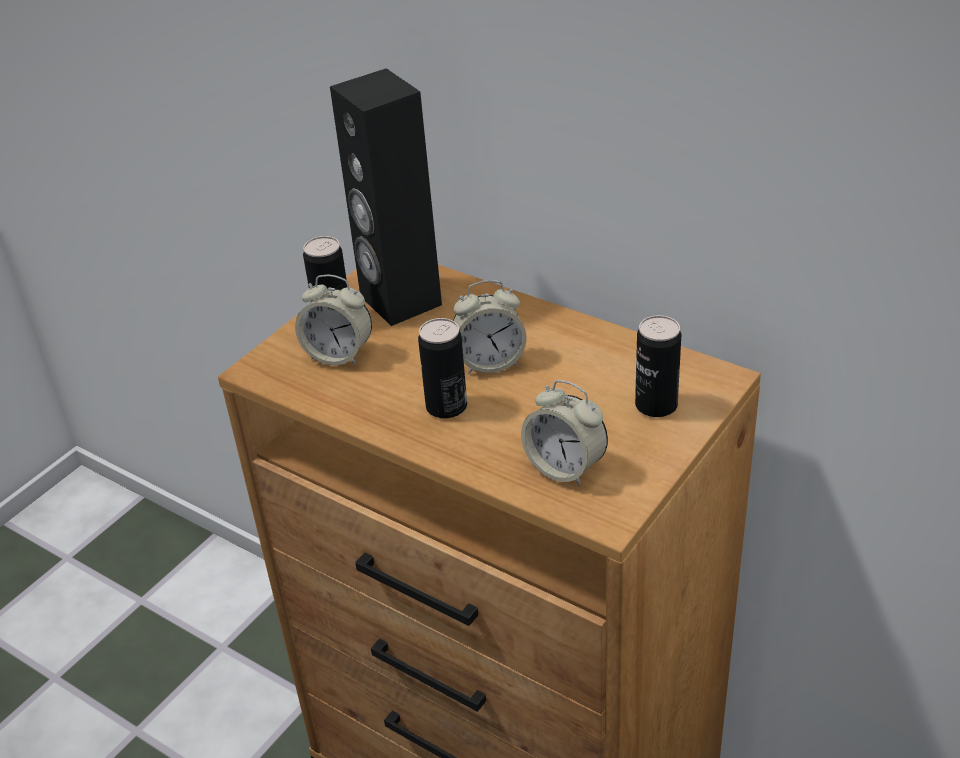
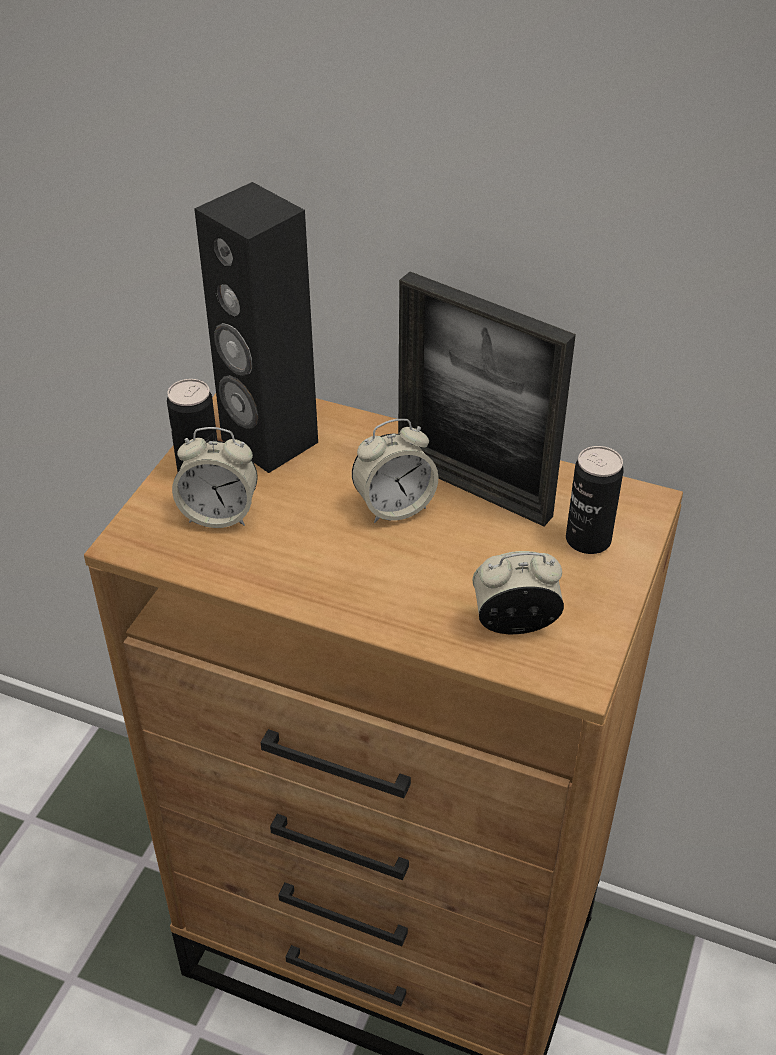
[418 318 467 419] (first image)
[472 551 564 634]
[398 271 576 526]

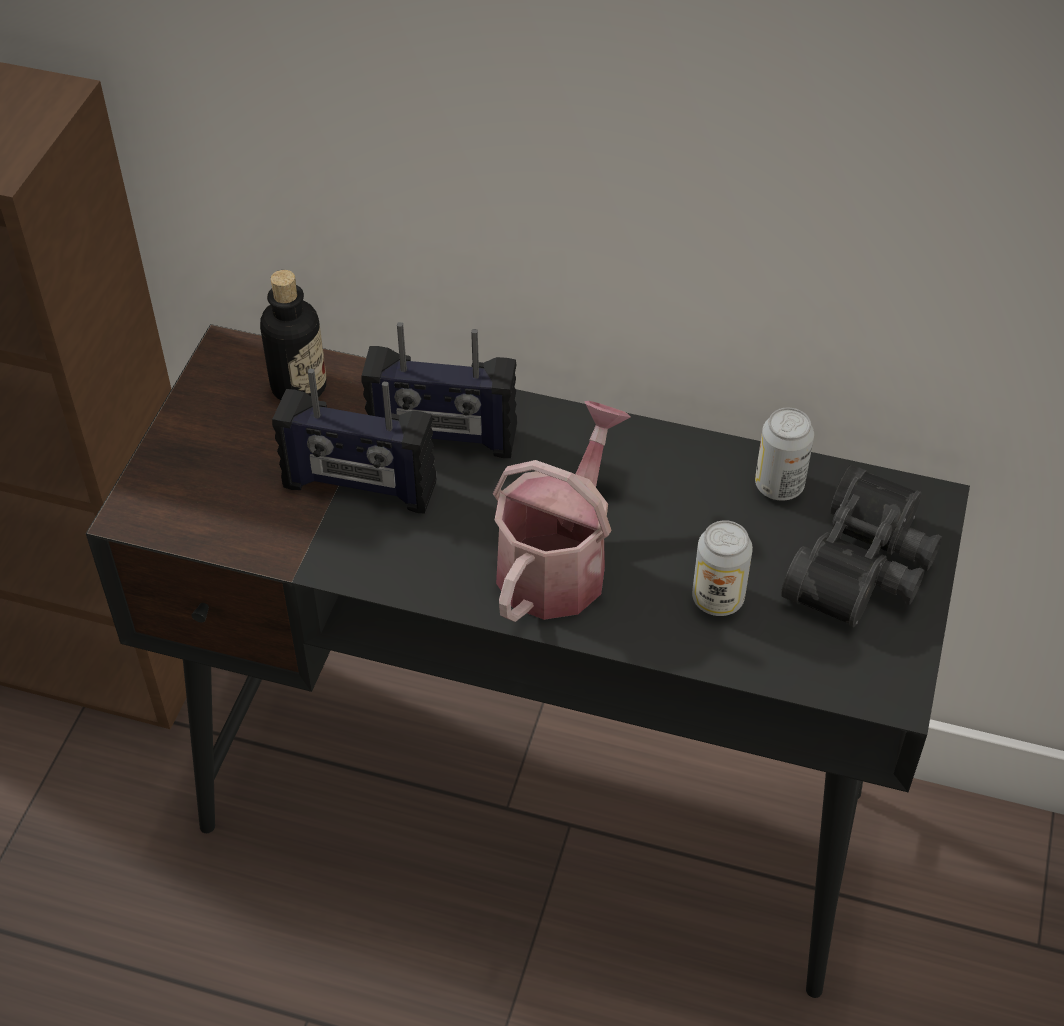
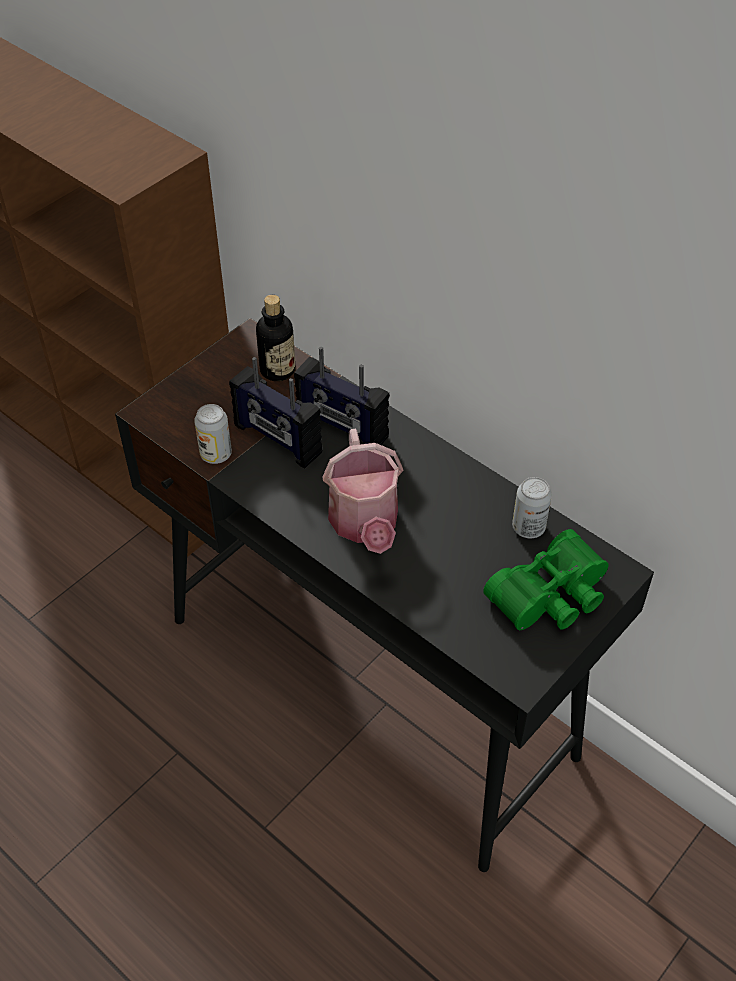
[322 429 404 554]
[194 404 232 464]
[483 529 609 630]

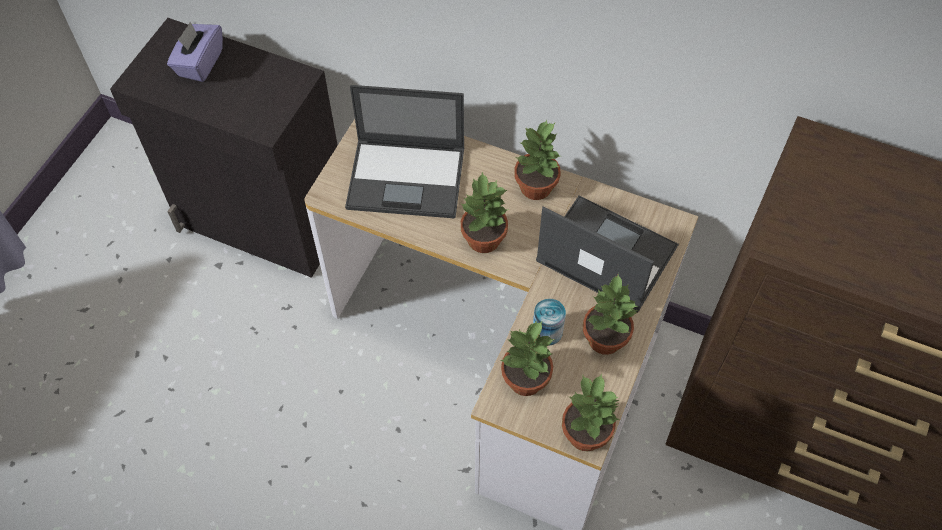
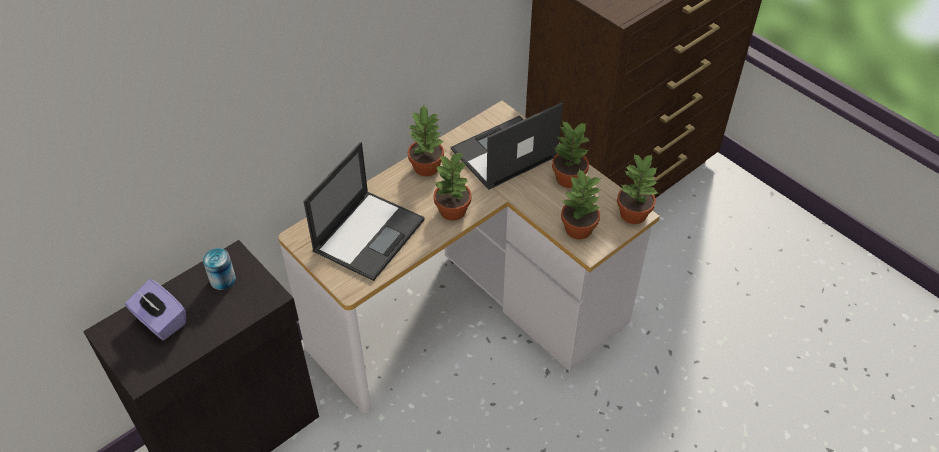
[203 248 236 290]

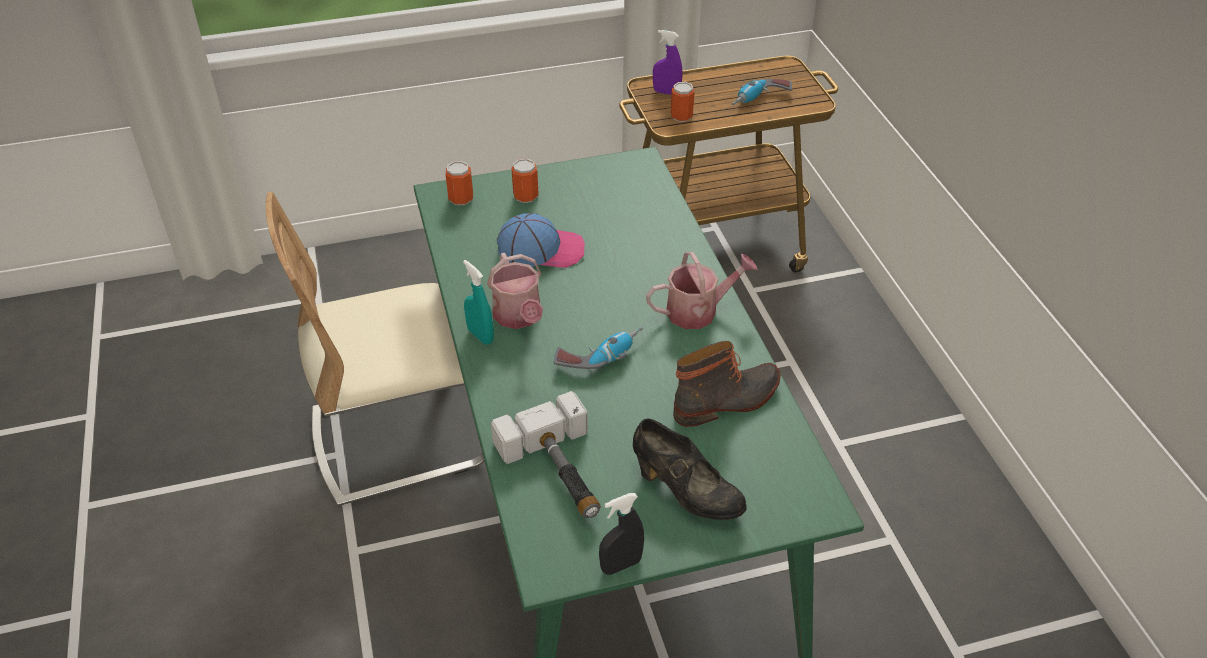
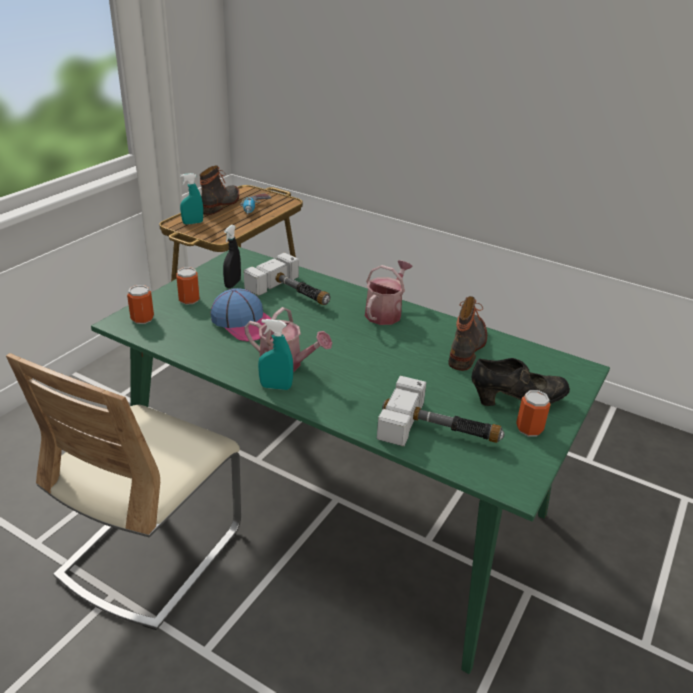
[211 288 272 341]
[554 326 643 369] (first image)
[223 225 241 288]
[180 173 203 224]
[516 390 551 436]
[200 165 239 215]
[244 253 330 305]

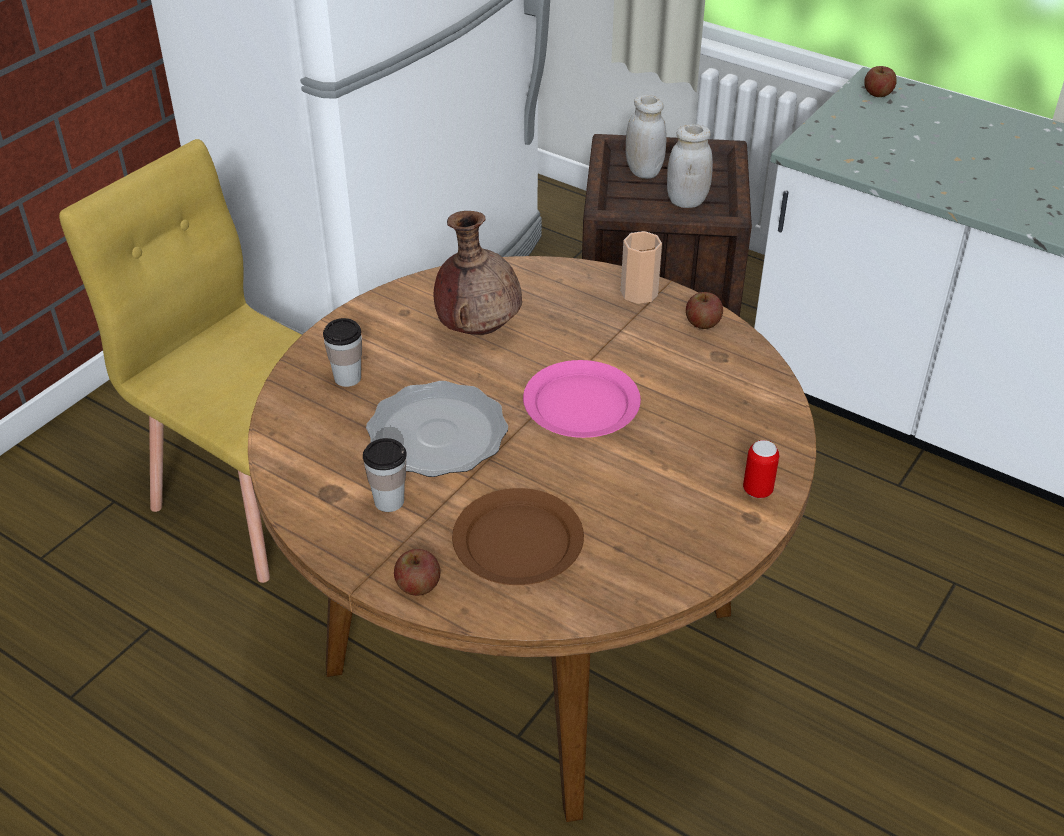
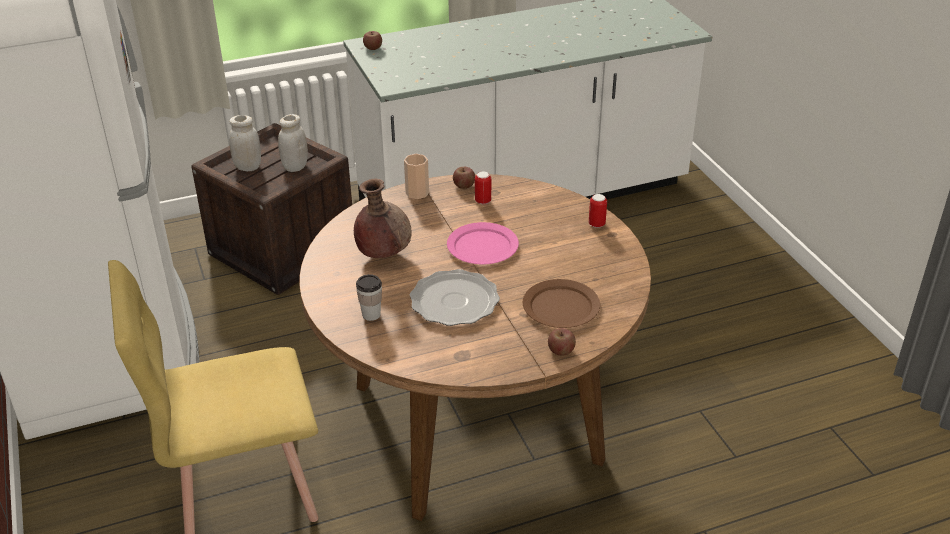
[363 438 407 512] (first image)
[475 171 491 204]

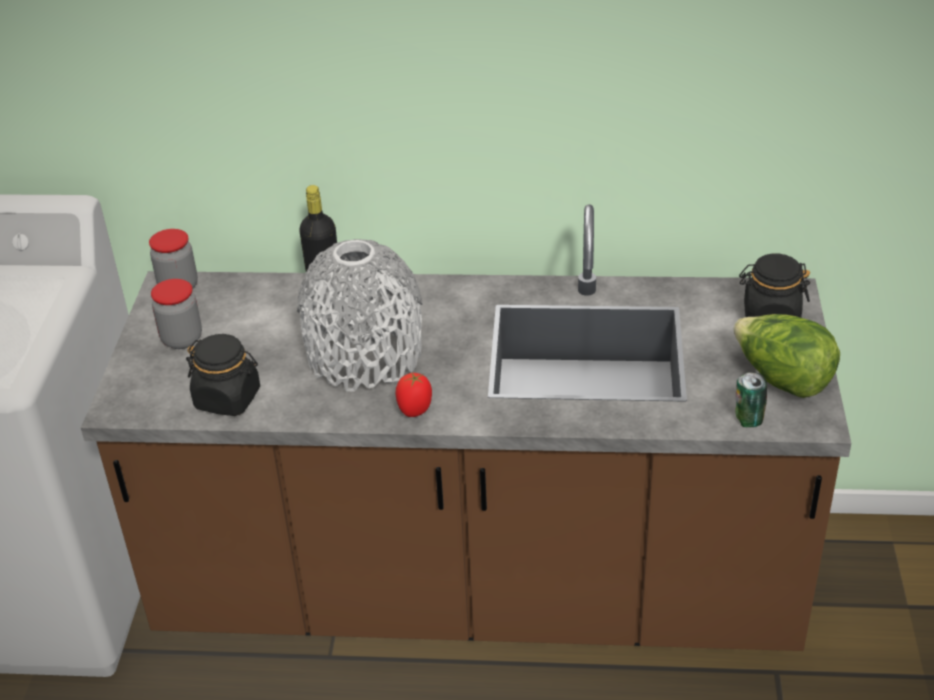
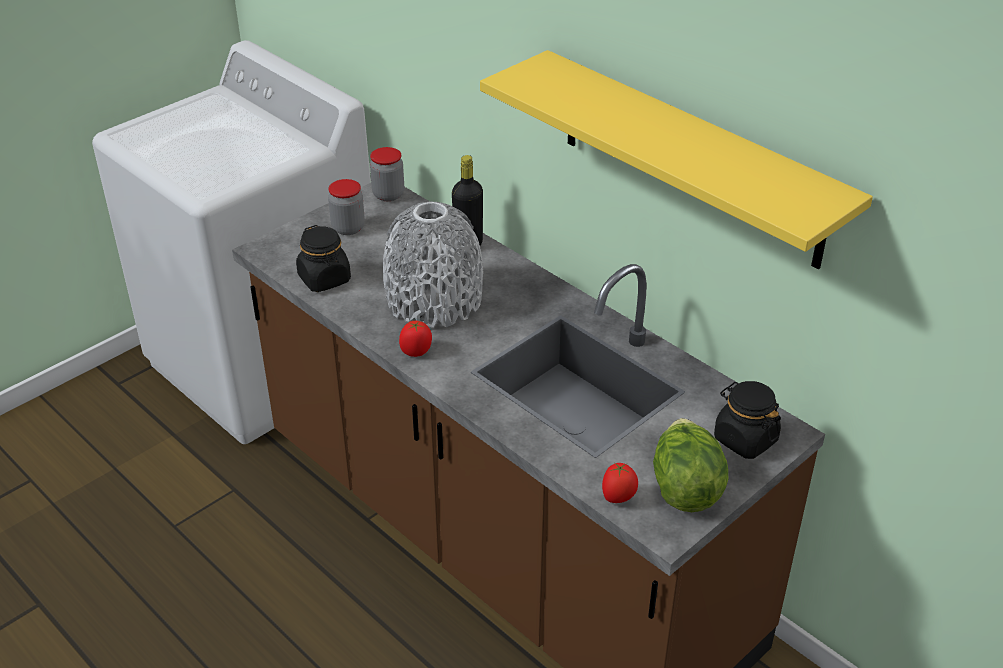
[602 463 638 503]
[480 50 873 269]

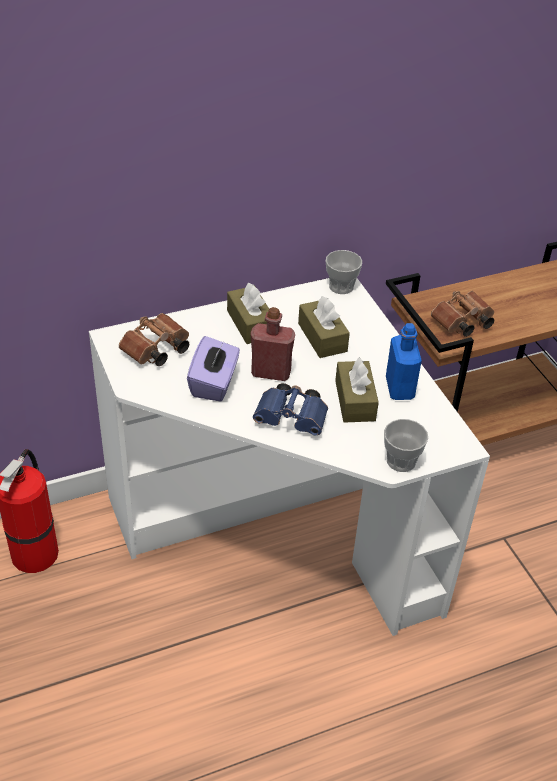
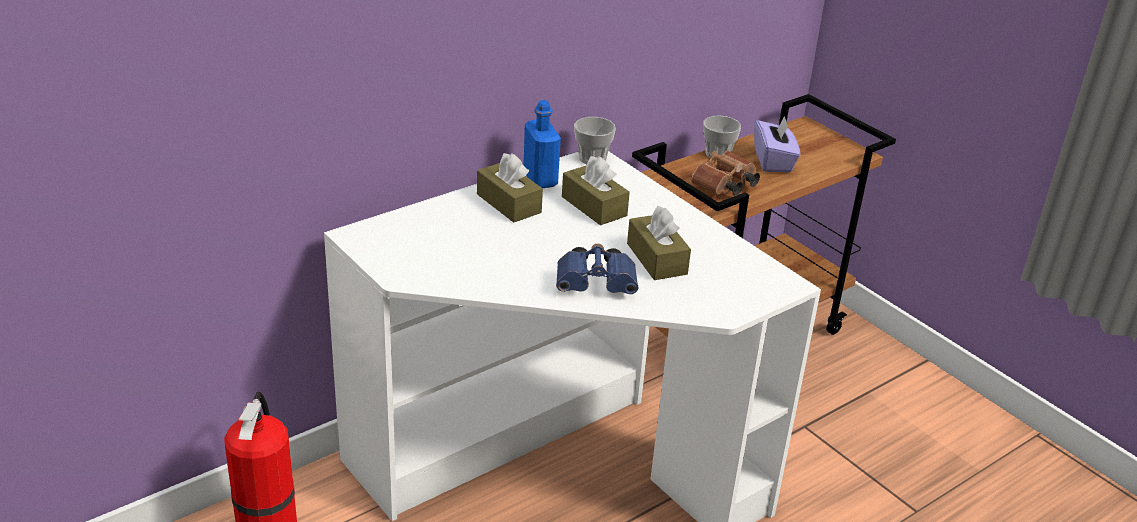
[119 313 189 366] (first image)
[754 116 800 172]
[251 307 295 381] (first image)
[703 116 741 157]
[523 100 561 188]

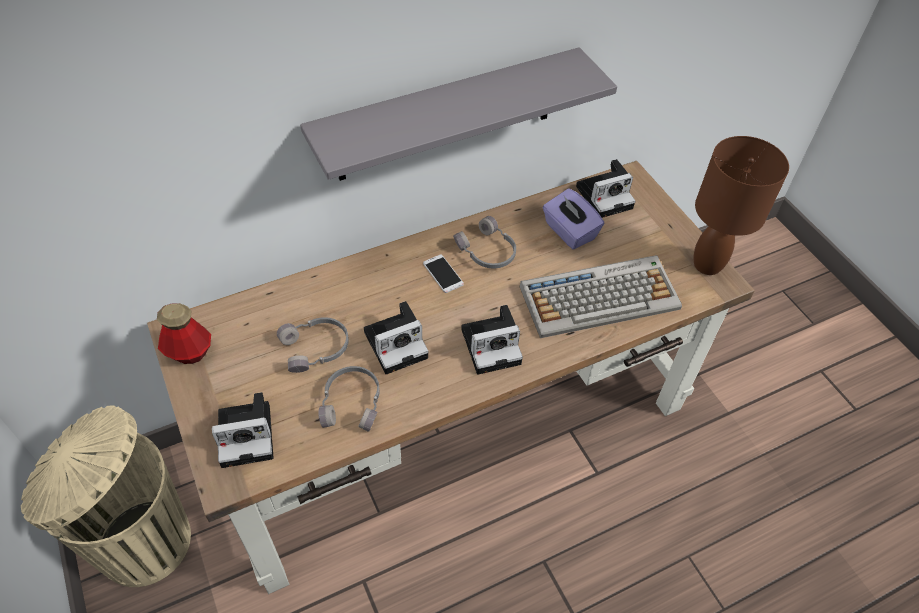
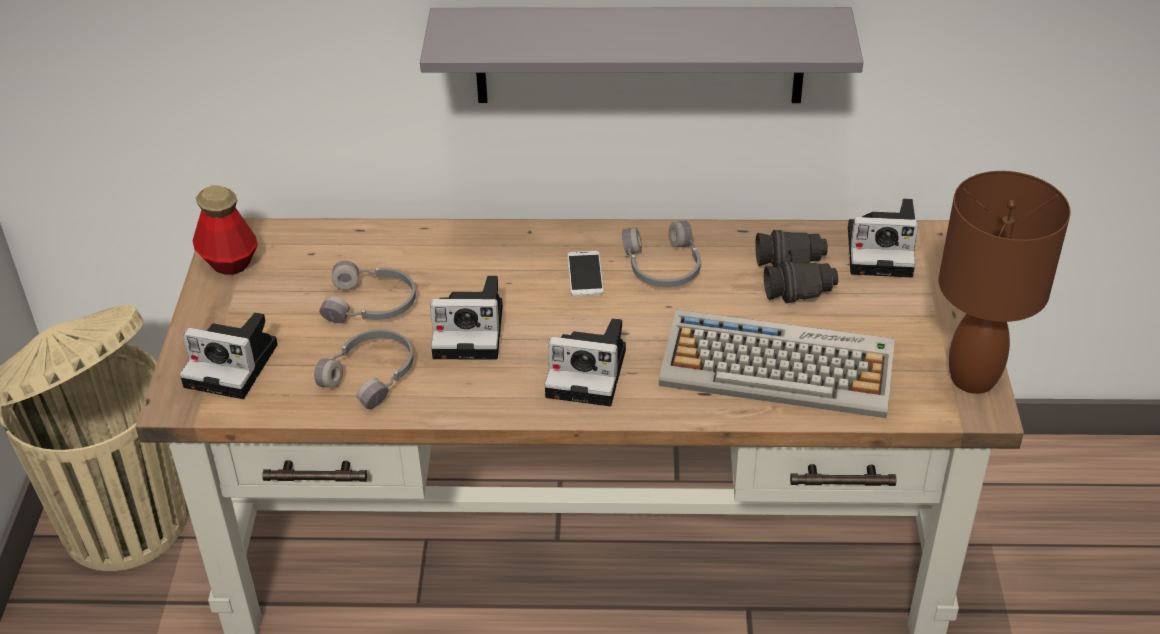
[755 230 838 303]

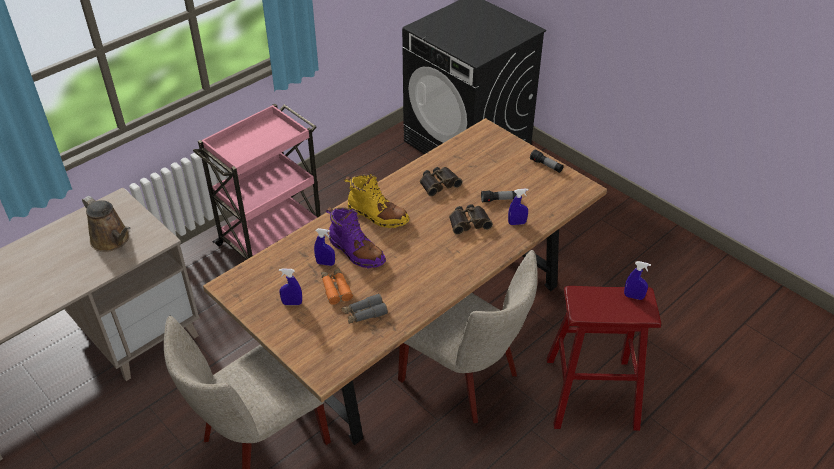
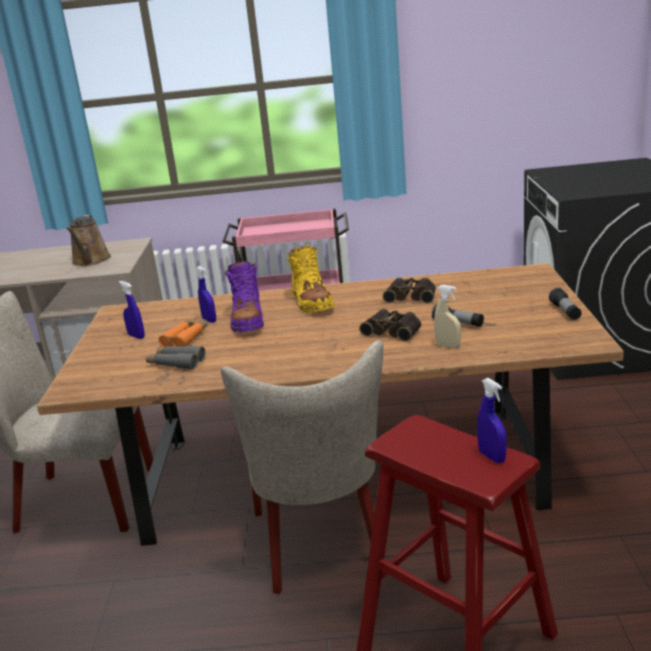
[434 285 461 349]

